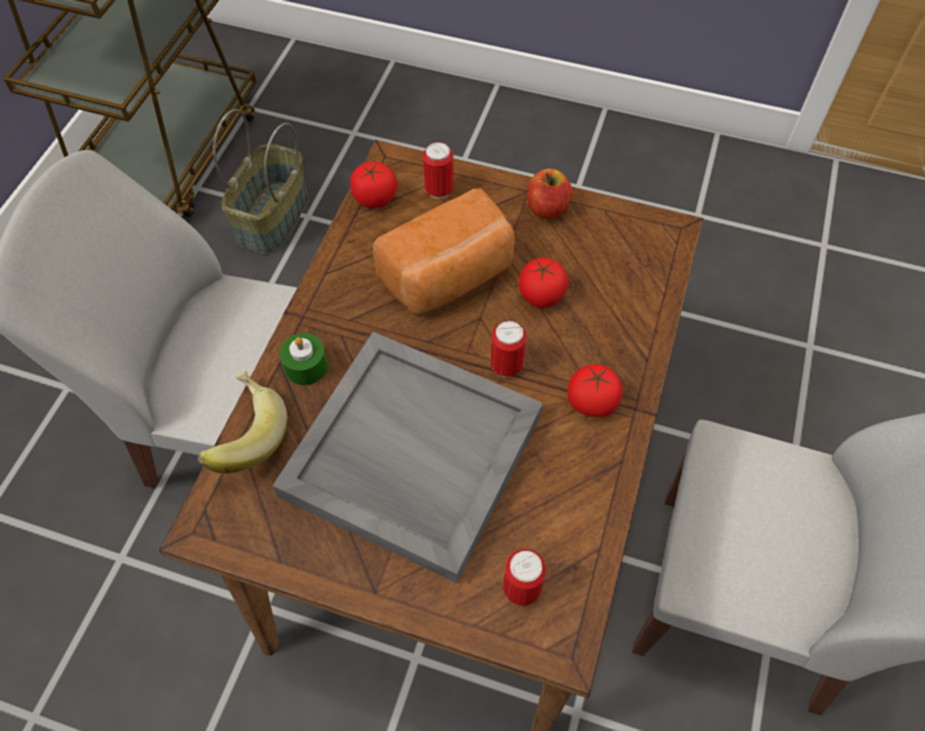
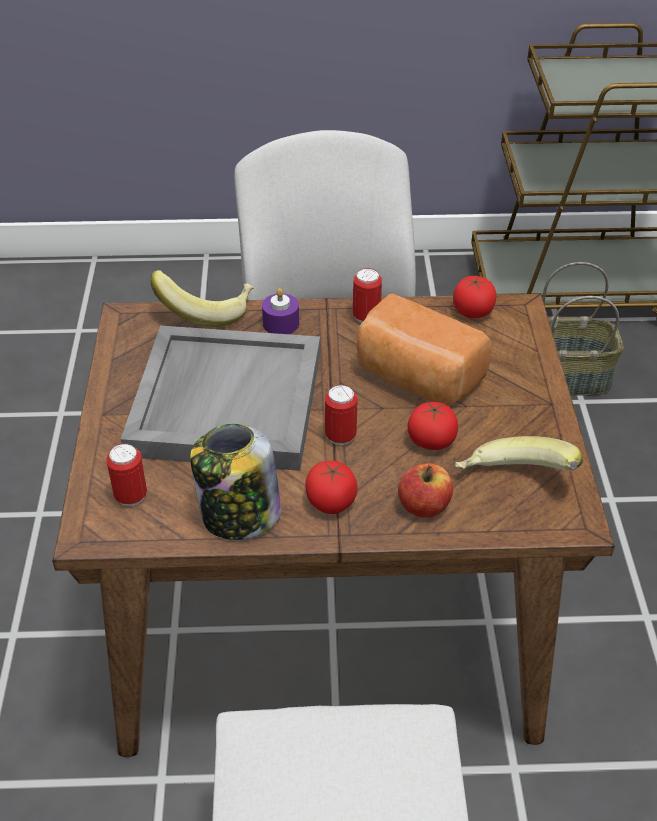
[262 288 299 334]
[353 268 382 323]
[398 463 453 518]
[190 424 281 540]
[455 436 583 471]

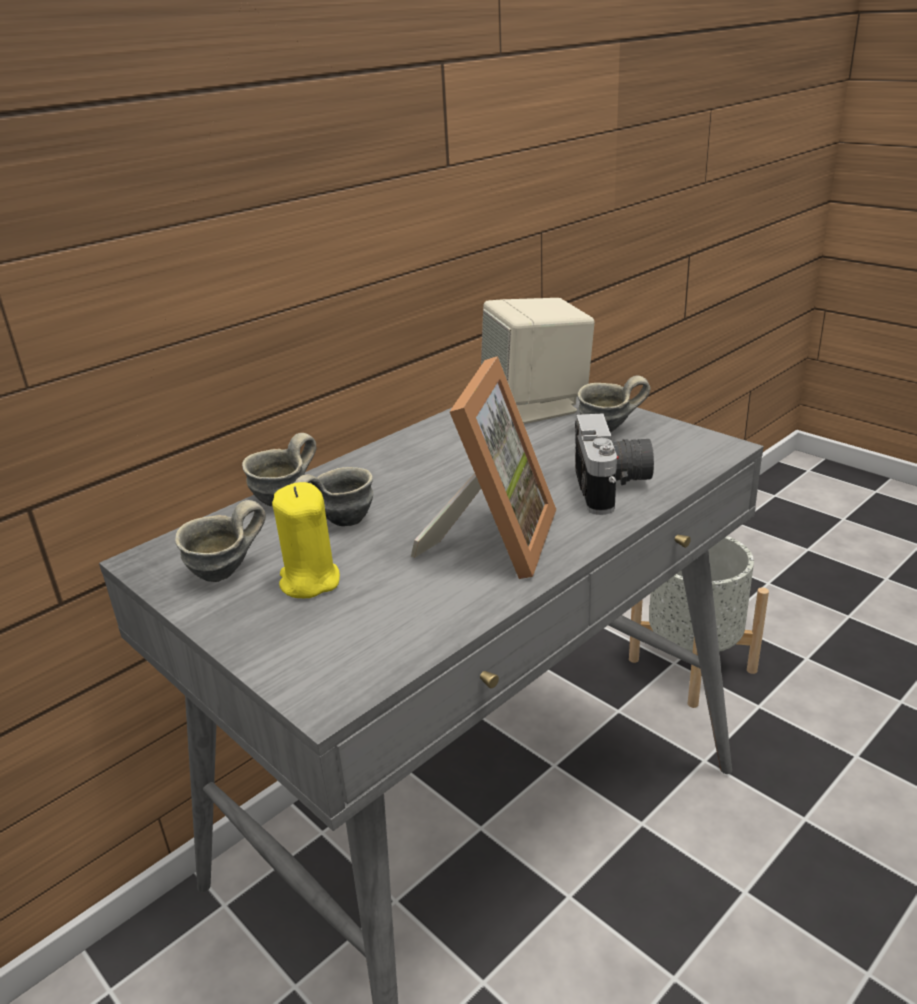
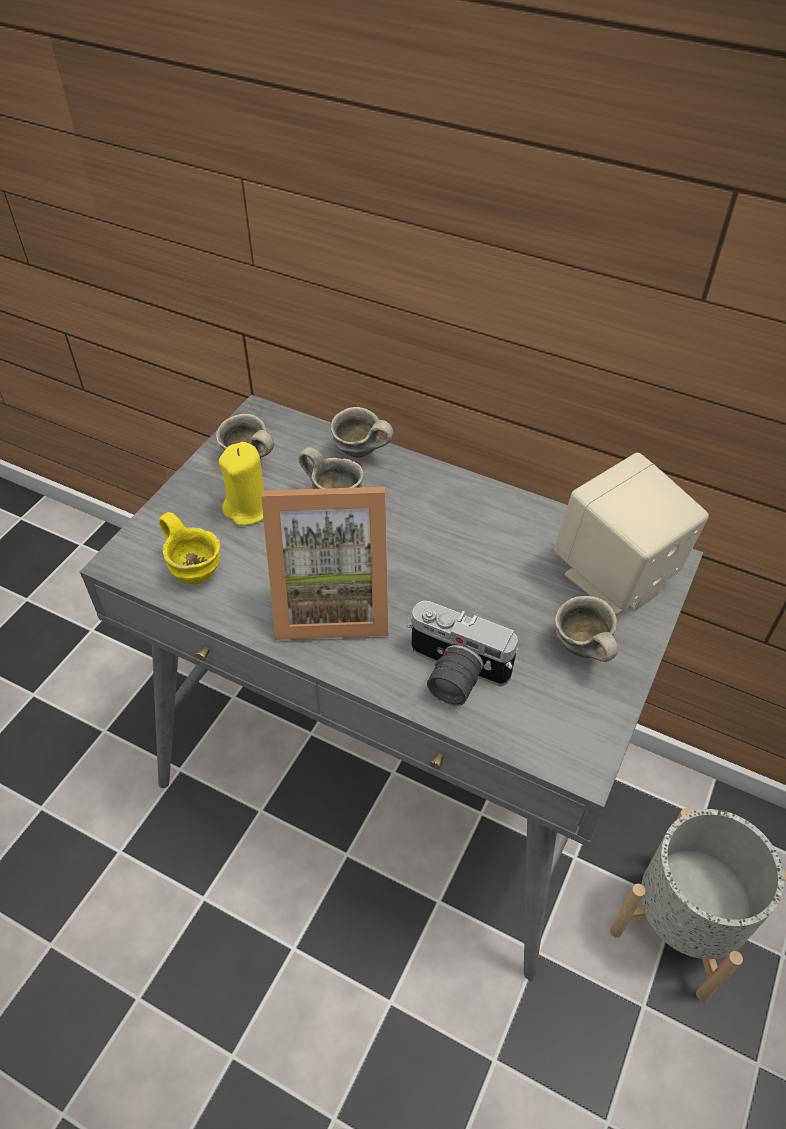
[406 601 518 706]
[159 512 220 585]

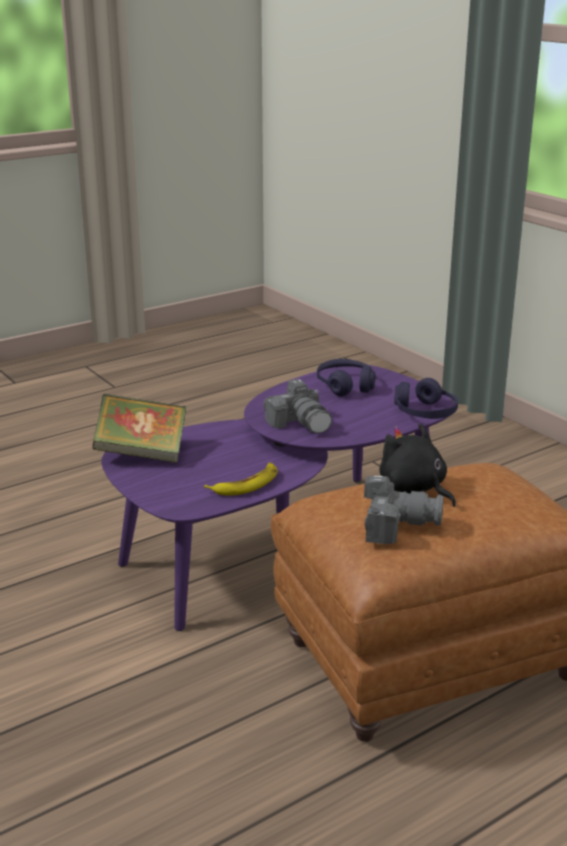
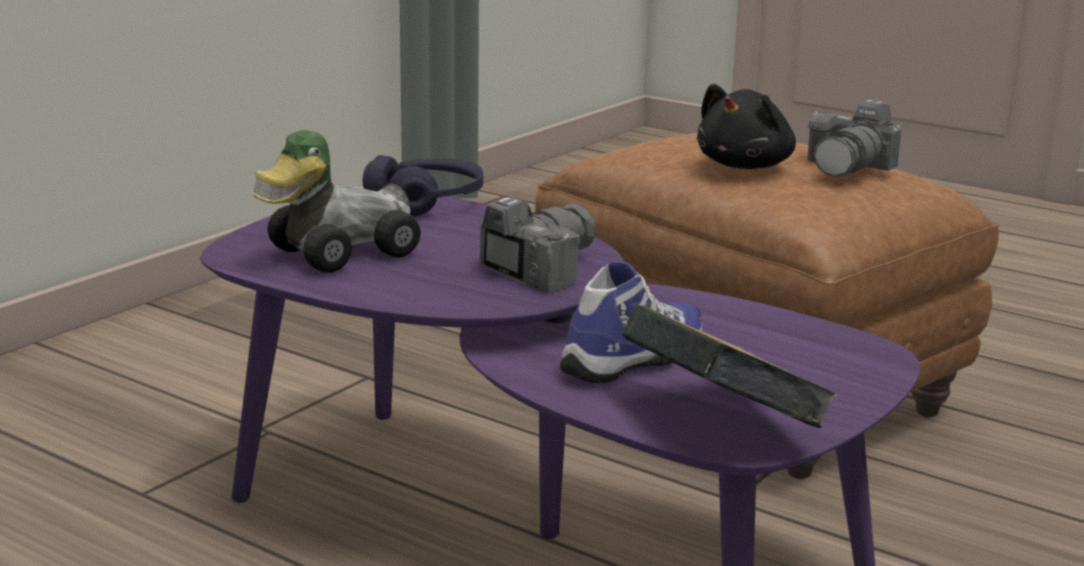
[204 462 278 496] (first image)
[251 130 421 273]
[807 100 902 177]
[560 262 702 384]

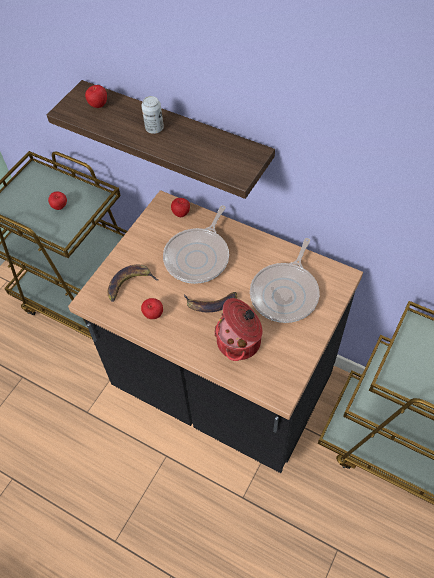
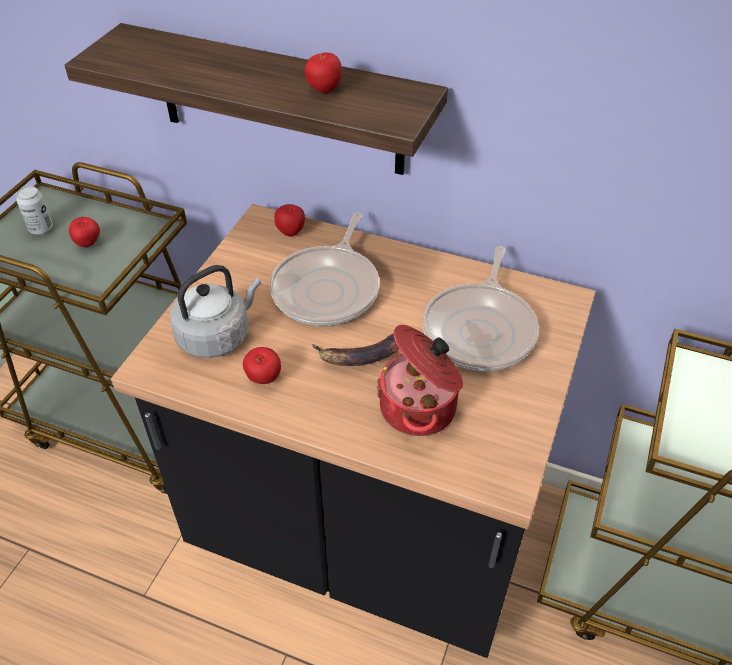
[305 52 342 93]
[170 265 261 358]
[16 186 53 235]

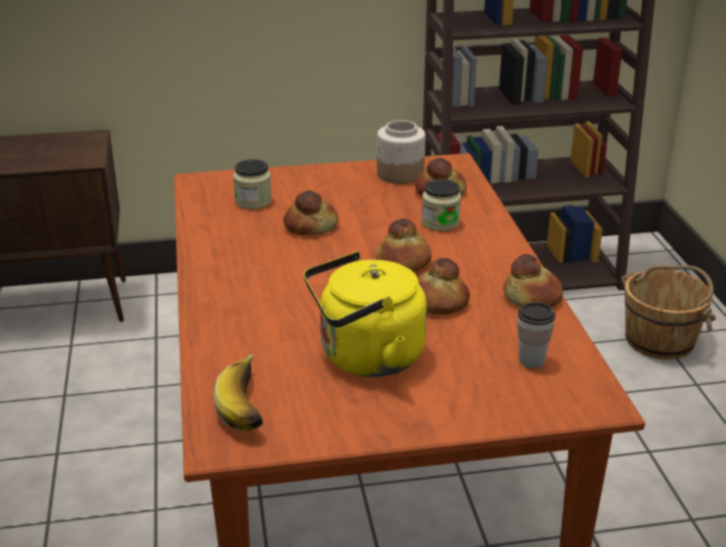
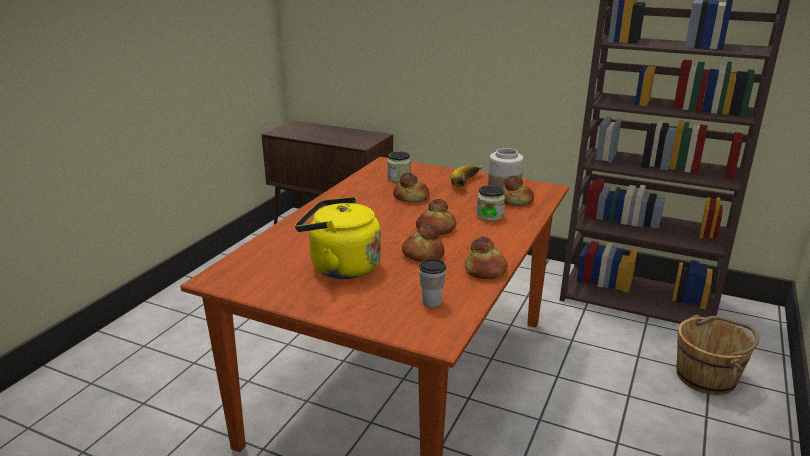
[451 165 484 188]

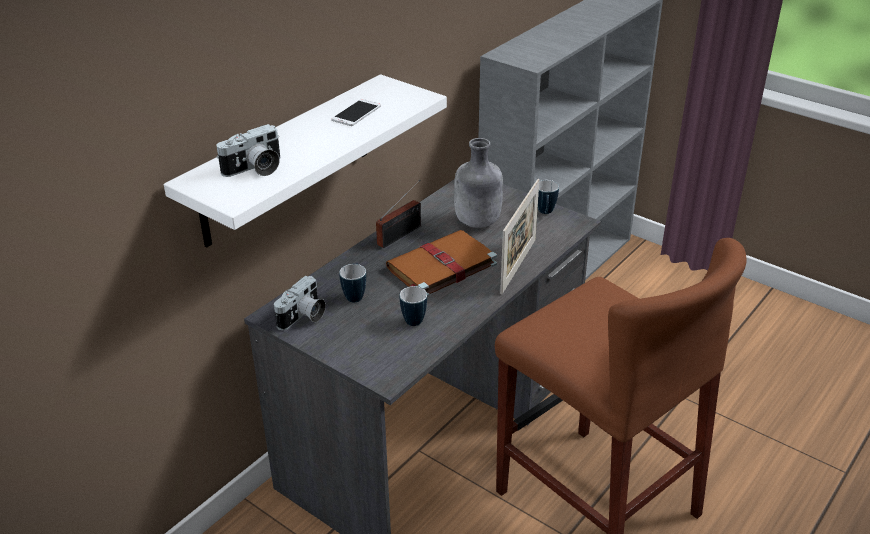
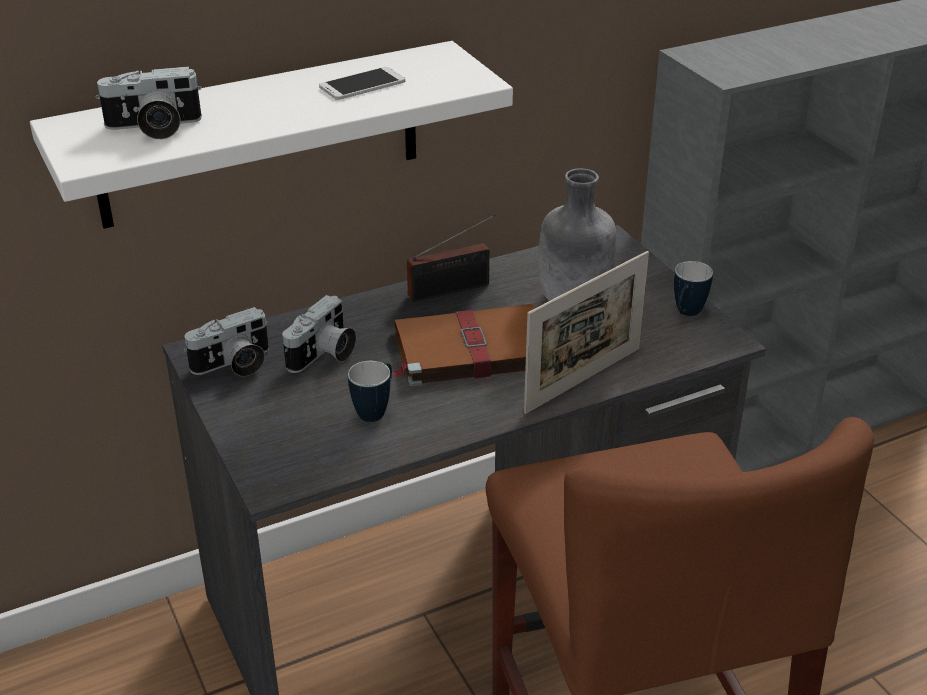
[282 295 356 373]

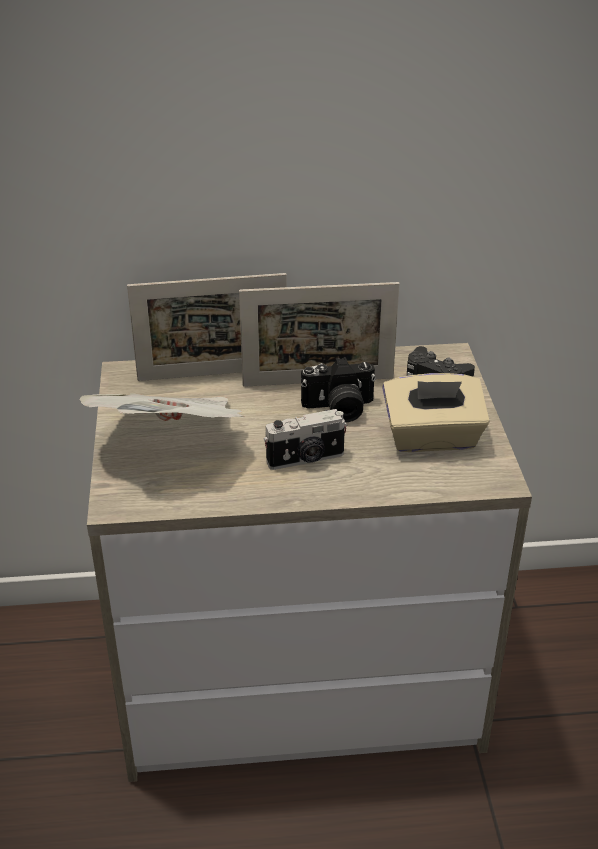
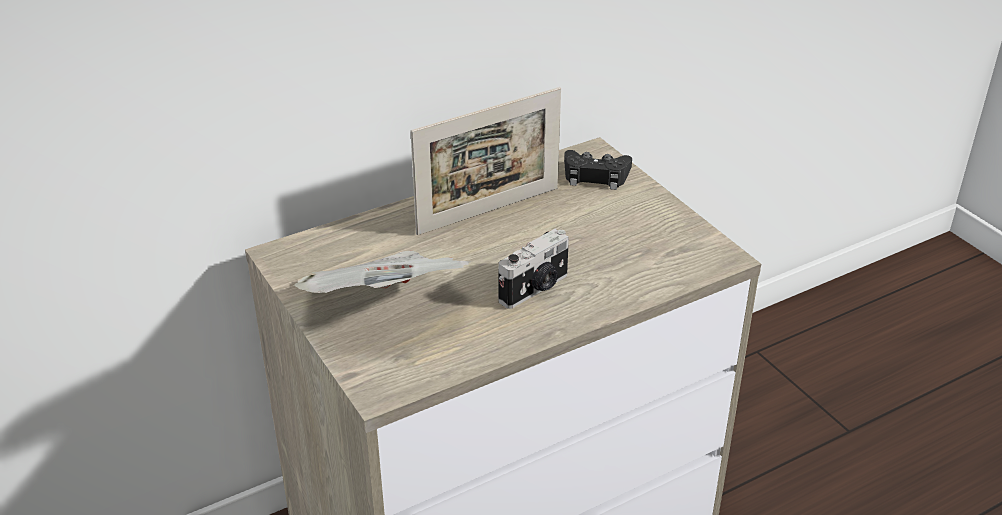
[127 273 287 381] (first image)
[301 357 376 422] (first image)
[382 373 490 452] (first image)

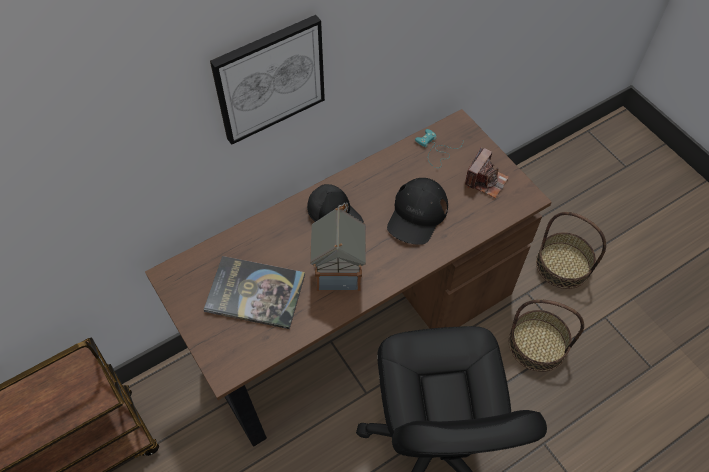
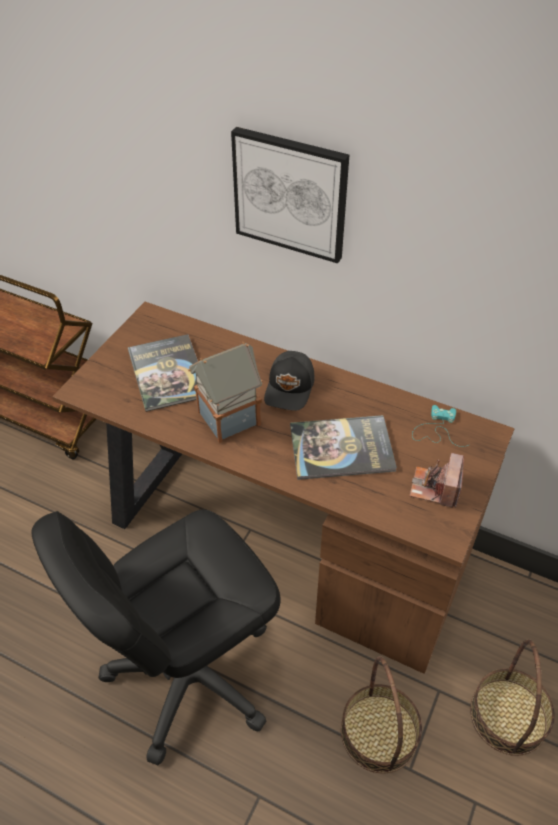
[290 415 397 480]
[410 453 464 508]

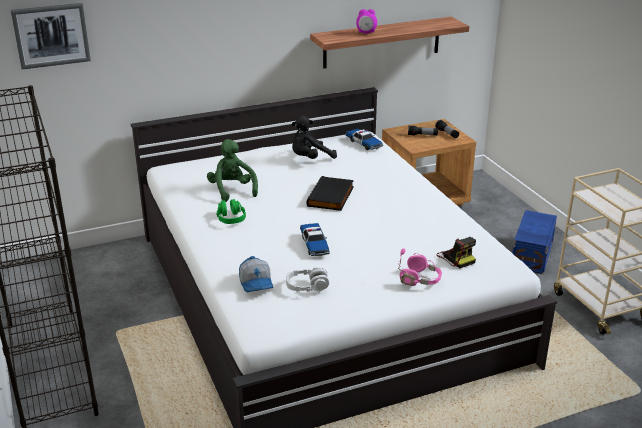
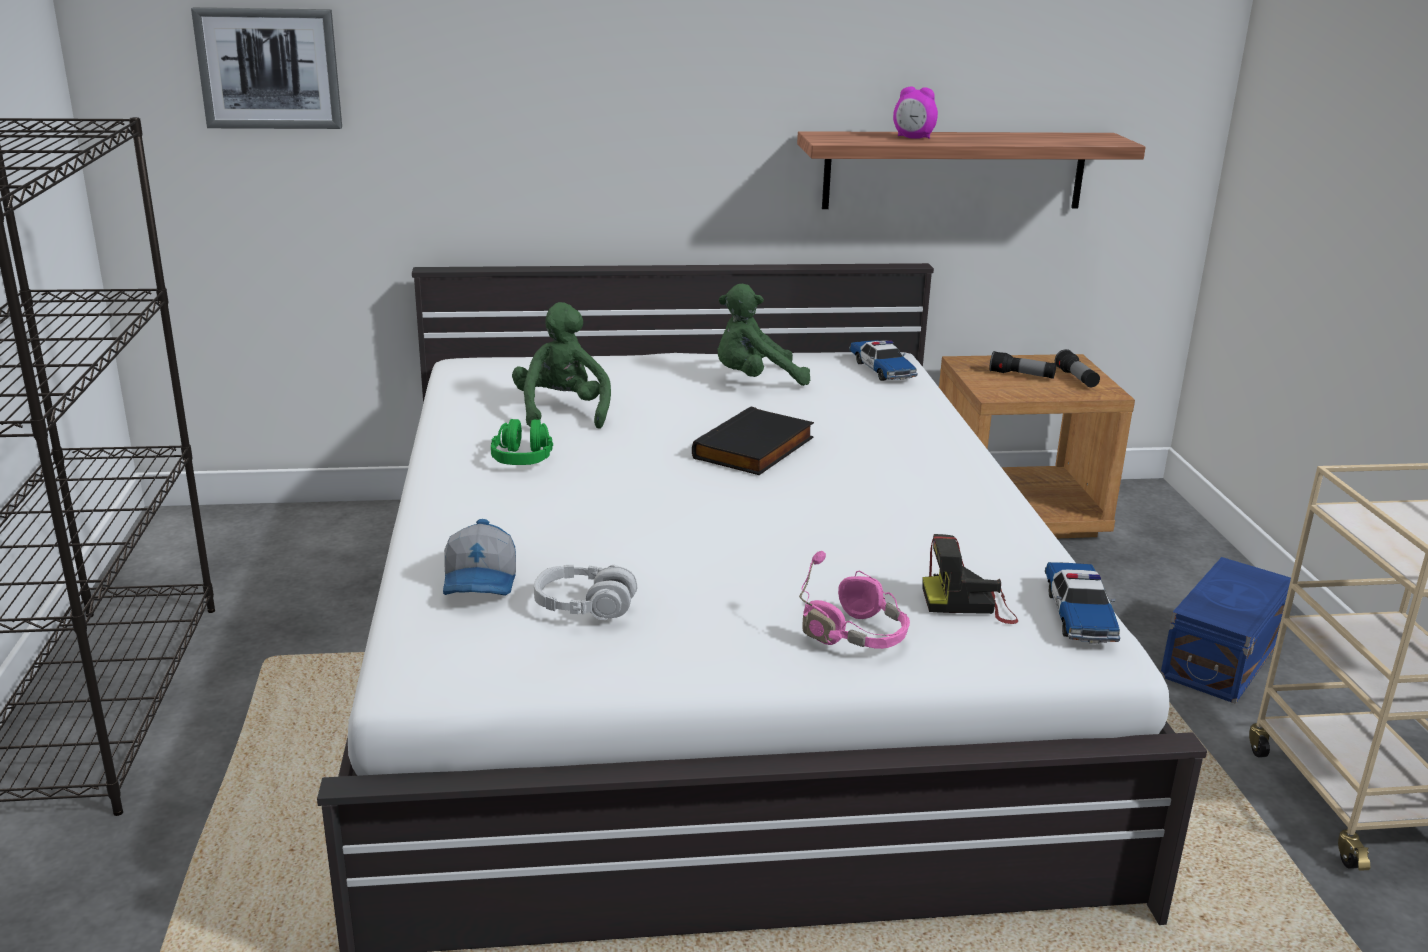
[717 284 810 386]
[1045 562 1120 644]
[923 534 1018 624]

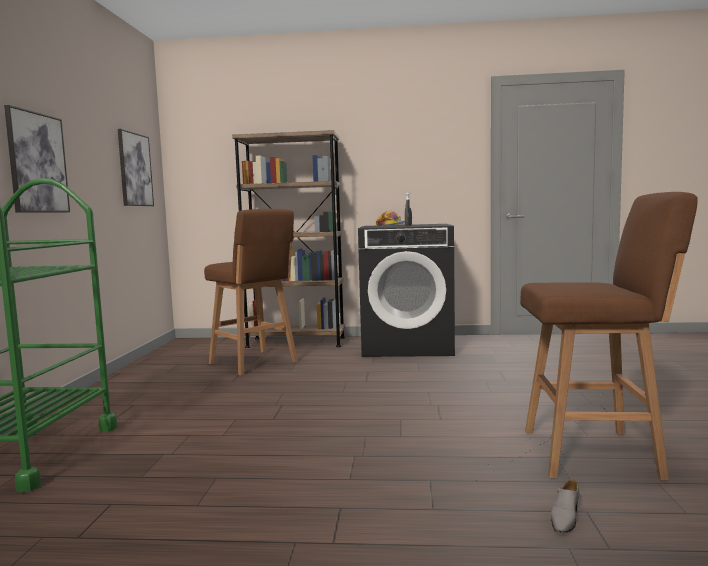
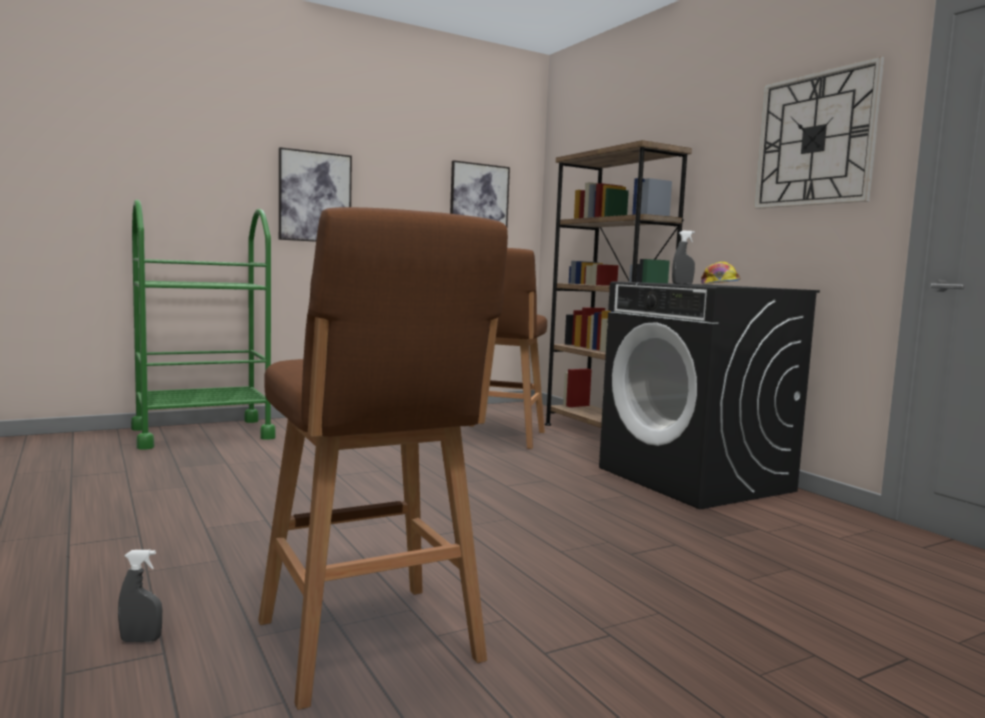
[118 550 162 642]
[754 56 885 209]

